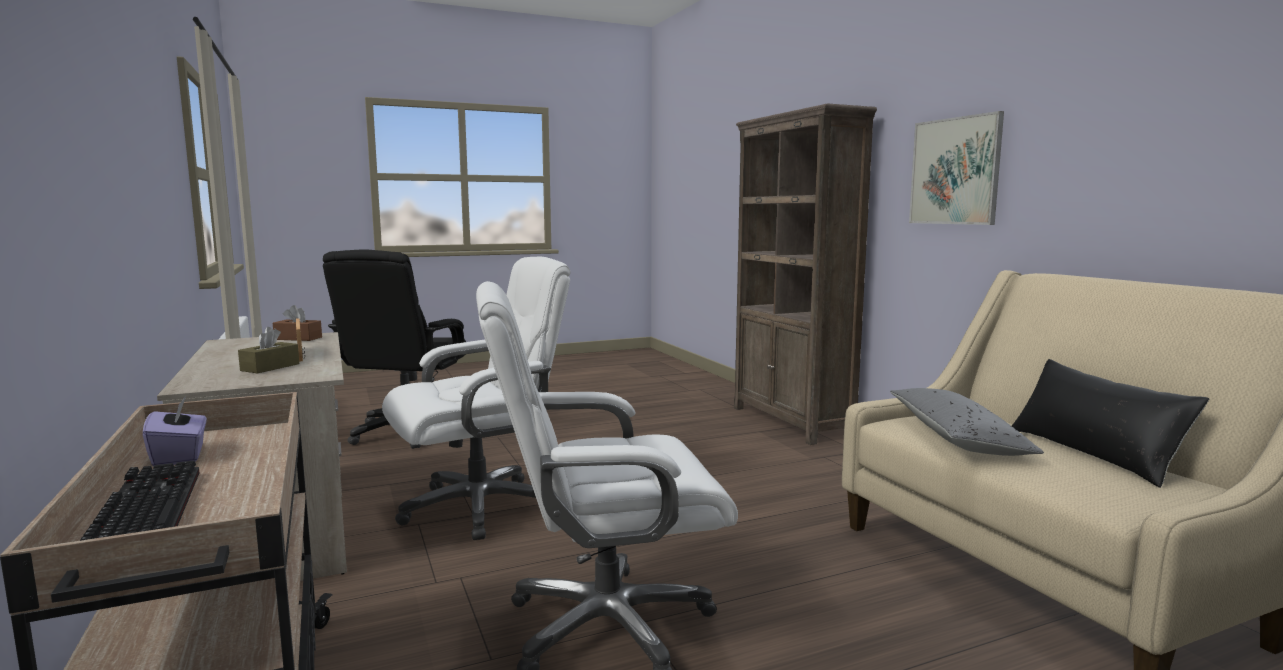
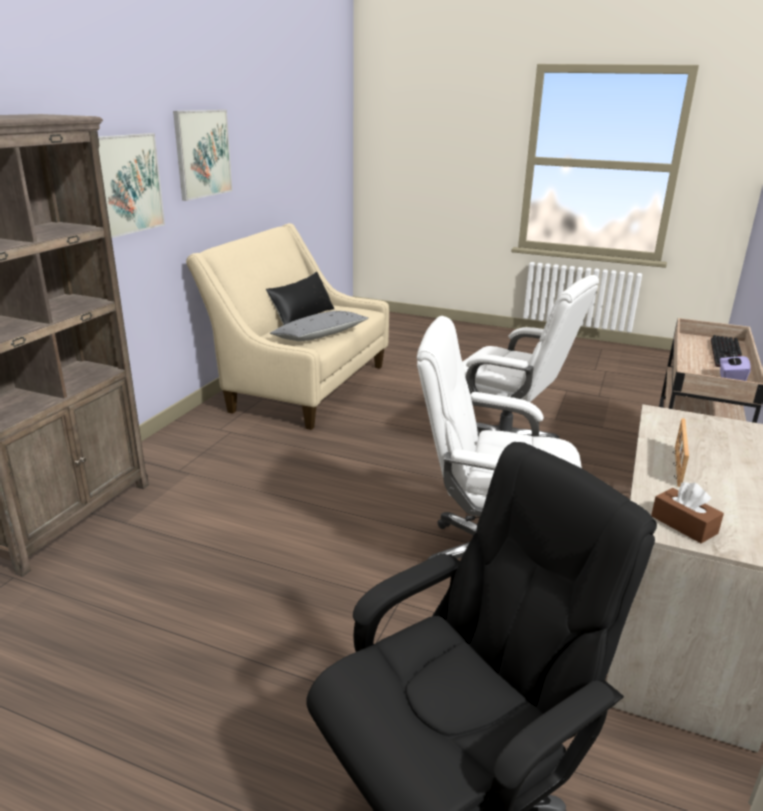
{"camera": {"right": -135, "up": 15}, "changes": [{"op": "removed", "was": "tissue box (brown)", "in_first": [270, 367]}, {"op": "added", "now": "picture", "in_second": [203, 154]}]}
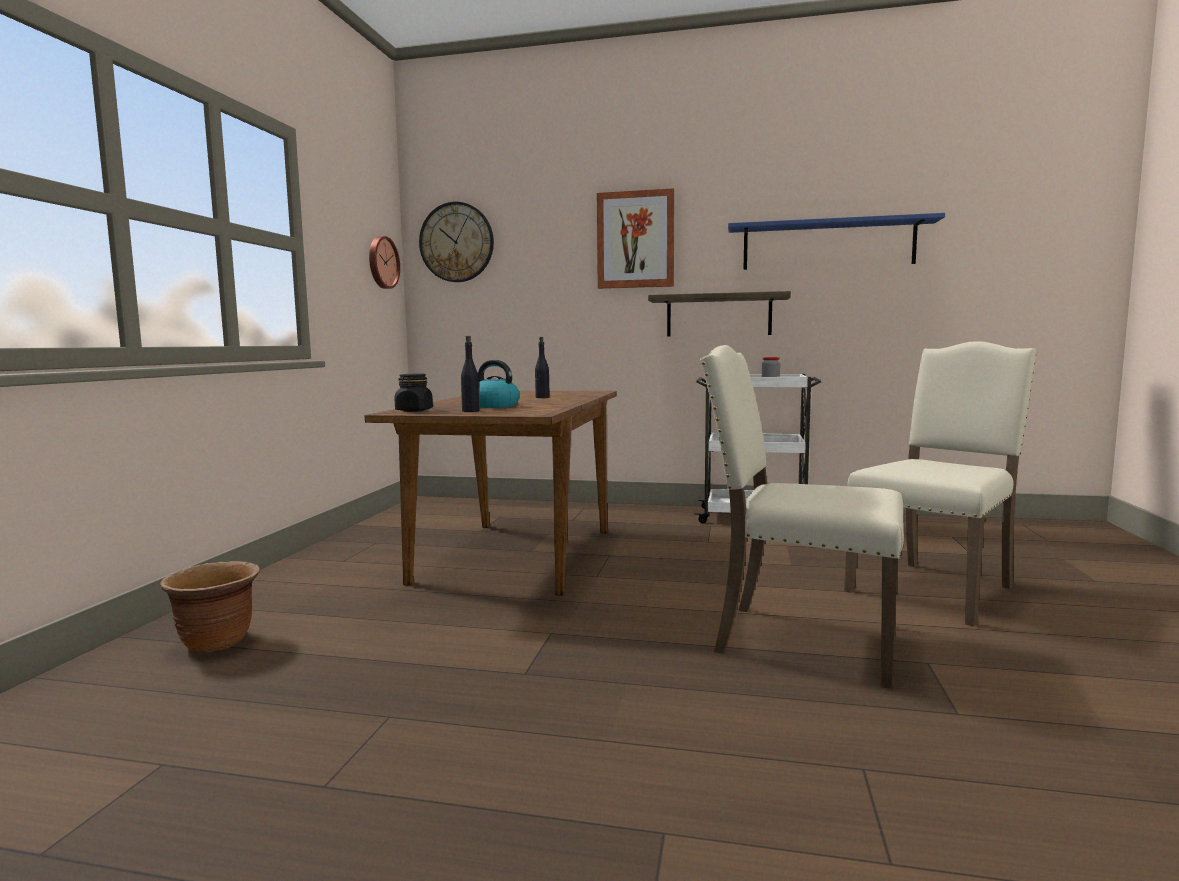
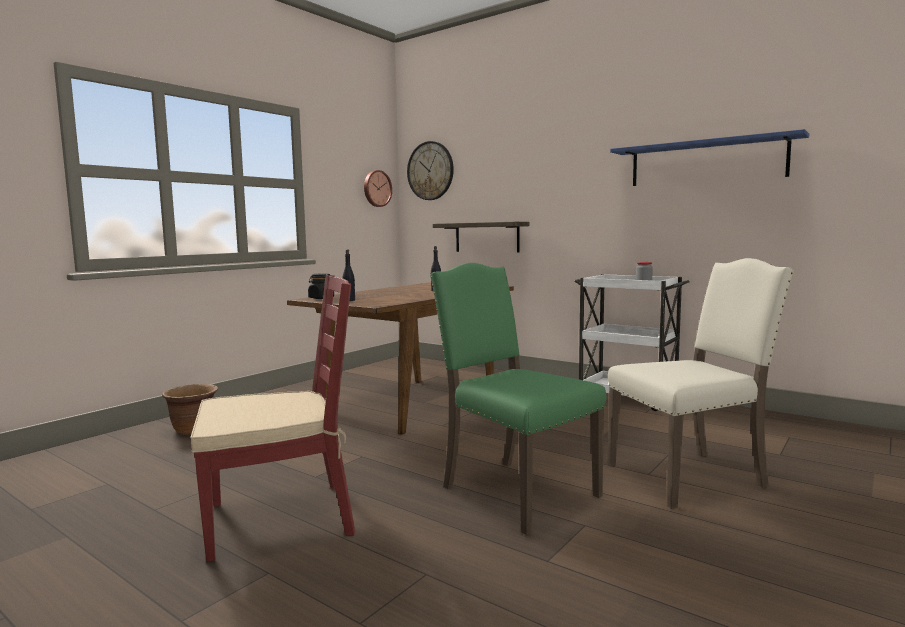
{"camera": {"right": 25, "up": 0}, "changes": [{"op": "removed", "was": "picture", "in_first": [635, 240]}, {"op": "moved", "was": "shelf", "in_first": [718, 315], "in_second": [487, 237]}, {"op": "recoloured", "was": "chair (beige)", "now": "chair (green)", "in_first": [801, 640], "in_second": [515, 491]}, {"op": "removed", "was": "kettle", "in_first": [494, 406]}, {"op": "added", "now": "chair (red)", "in_second": [282, 518]}]}
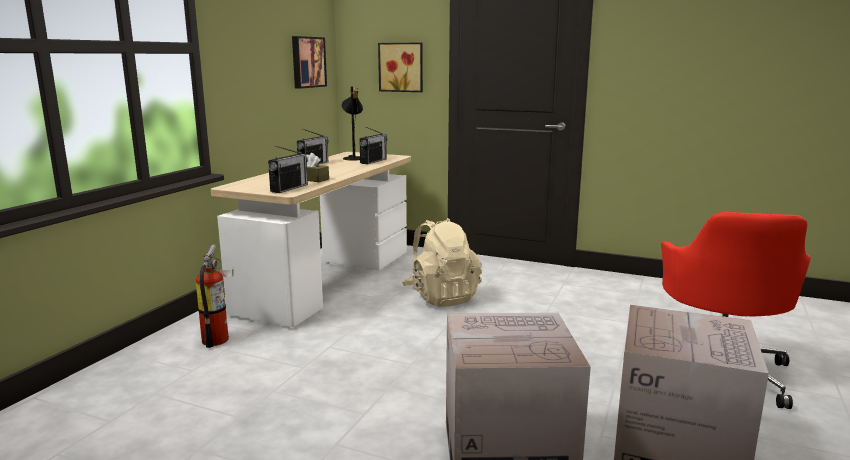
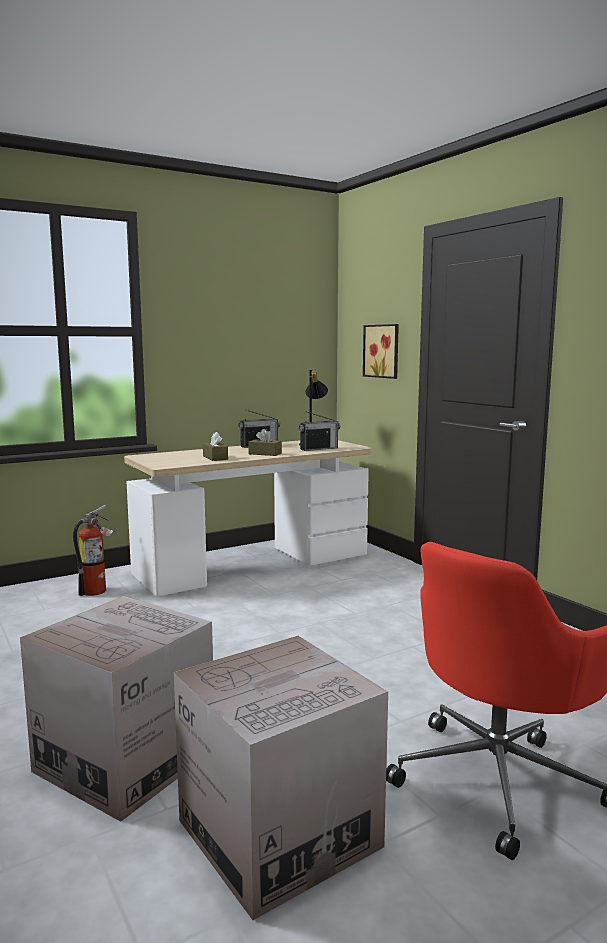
{"camera": {"right": 35, "up": -5}, "changes": [{"op": "removed", "was": "picture", "in_first": [307, 62]}, {"op": "removed", "was": "radio", "in_first": [289, 188]}, {"op": "removed", "was": "backpack (beige)", "in_first": [441, 297]}, {"op": "added", "now": "tissue box (brown)", "in_second": [265, 454]}]}
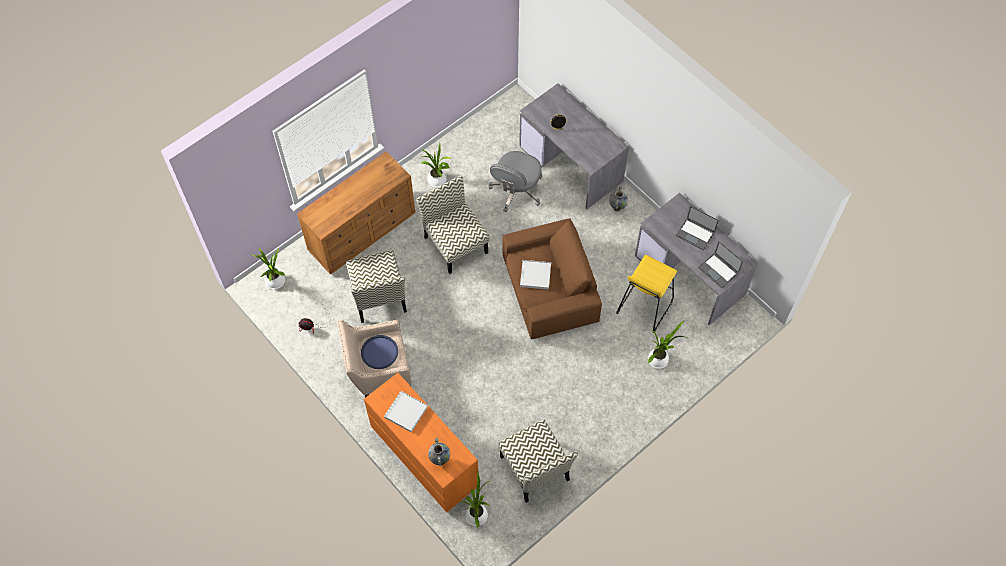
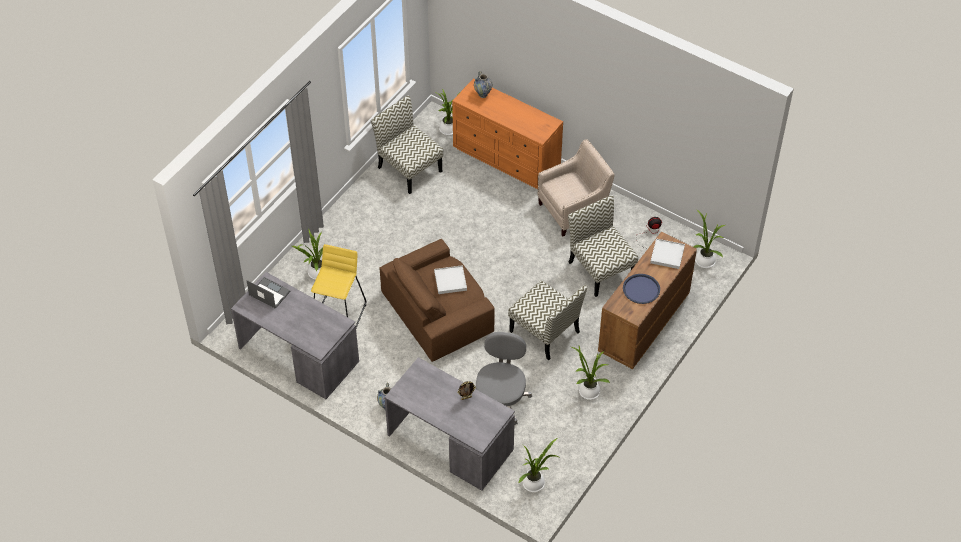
{"camera": {"right": 165, "up": -10}, "changes": [{"op": "removed", "was": "laptop", "in_first": [696, 234]}, {"op": "moved", "was": "tray (blue)", "in_first": [379, 352], "in_second": [641, 289]}, {"op": "moved", "was": "tray (white)", "in_first": [406, 412], "in_second": [667, 255]}, {"op": "added", "now": "potted plant", "in_second": [535, 483]}]}
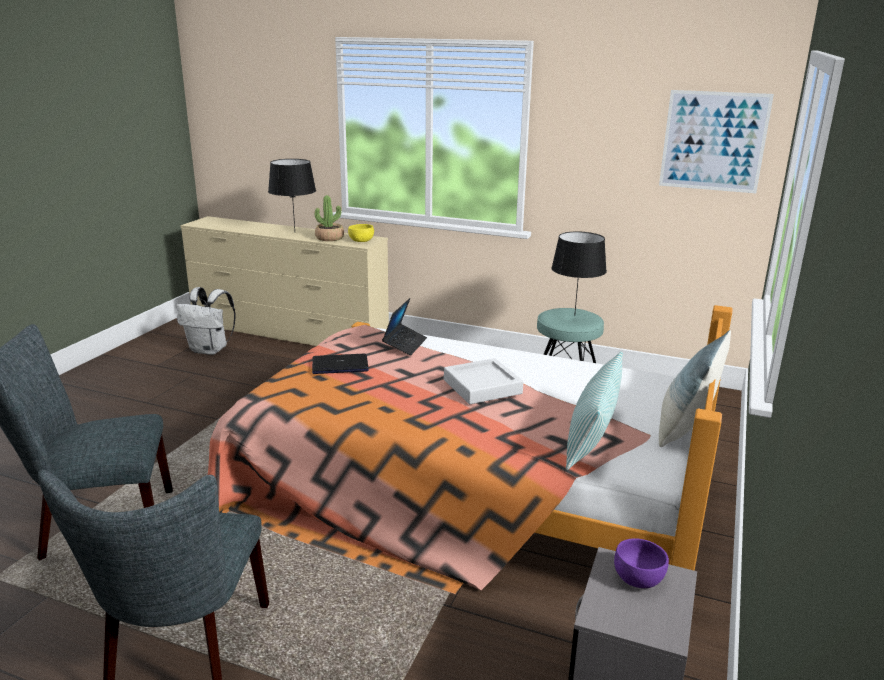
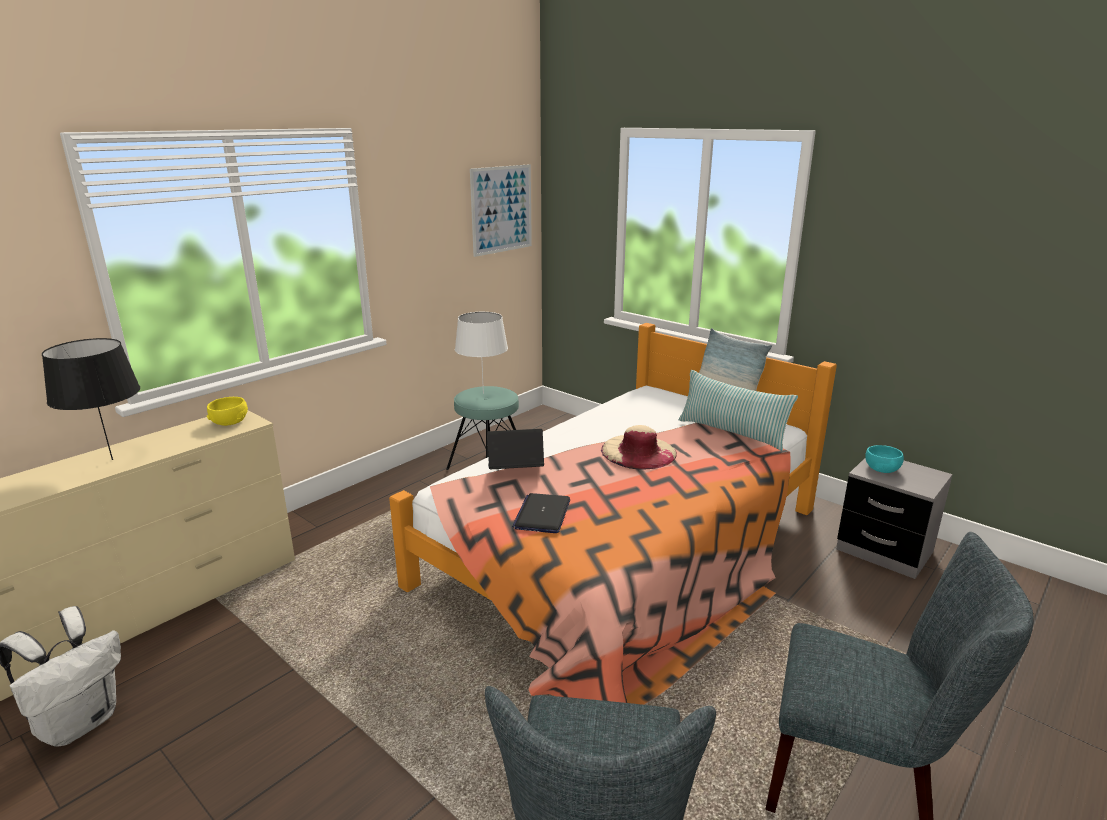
{"camera": {"right": -70, "up": 0}, "changes": [{"op": "removed", "was": "potted plant", "in_first": [329, 238]}, {"op": "recoloured", "was": "table lamp (black)", "now": "table lamp (white)", "in_first": [574, 315], "in_second": [483, 393]}, {"op": "turned", "was": "laptop", "in_first": [405, 344], "in_second": [515, 470], "clockwise": -45}, {"op": "replaced", "was": "tray (grey)", "now": "hat (beige)", "in_first": [482, 387], "in_second": [638, 451]}, {"op": "recoloured", "was": "bowl (purple)", "now": "bowl (turquoise)", "in_first": [638, 577], "in_second": [882, 468]}]}
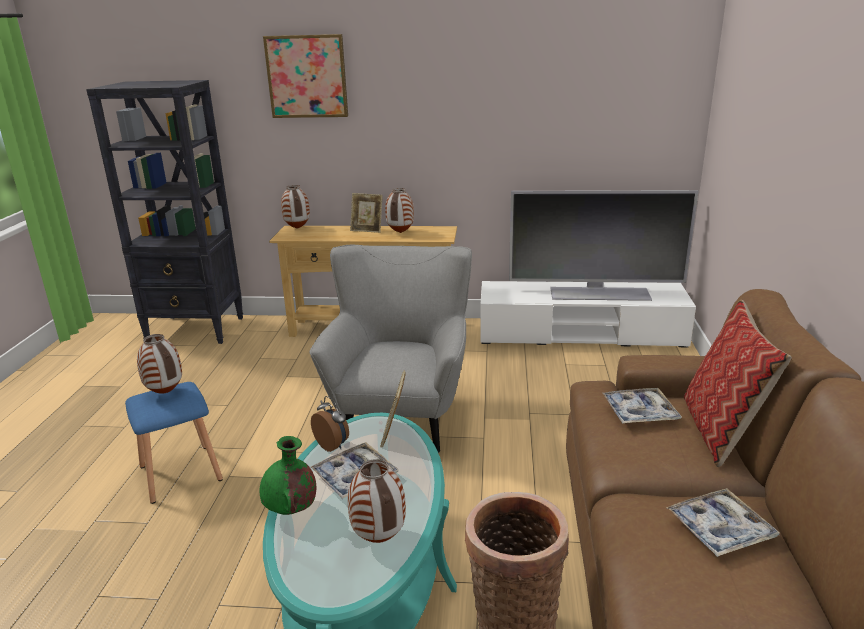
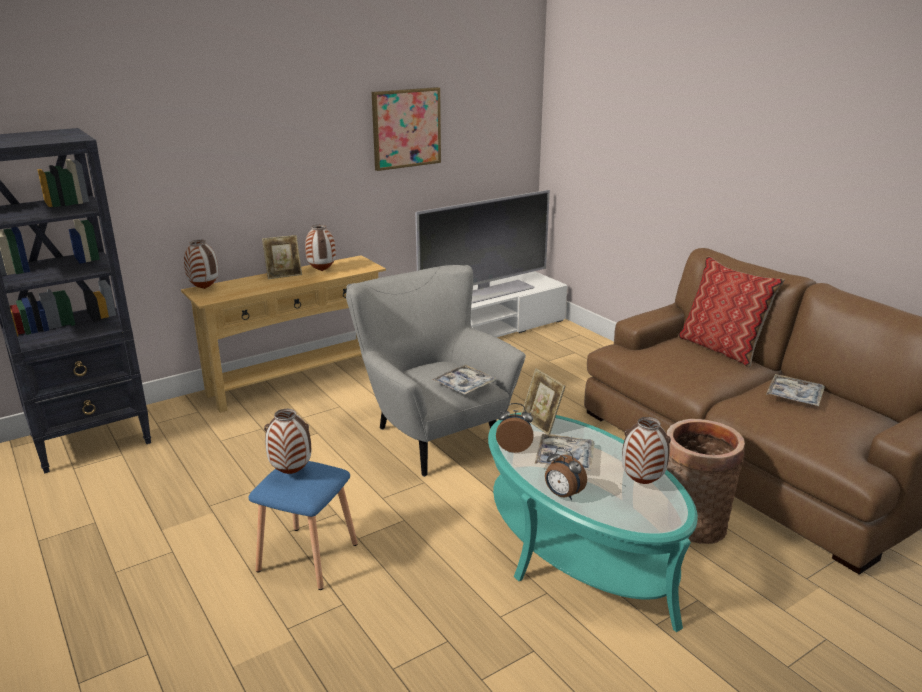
{"camera": {"right": -40, "up": 0}, "changes": [{"op": "moved", "was": "picture", "in_first": [307, 76], "in_second": [406, 128]}, {"op": "moved", "was": "tray", "in_first": [639, 412], "in_second": [464, 385]}, {"op": "replaced", "was": "vase (green)", "now": "alarm clock", "in_first": [291, 510], "in_second": [562, 495]}]}
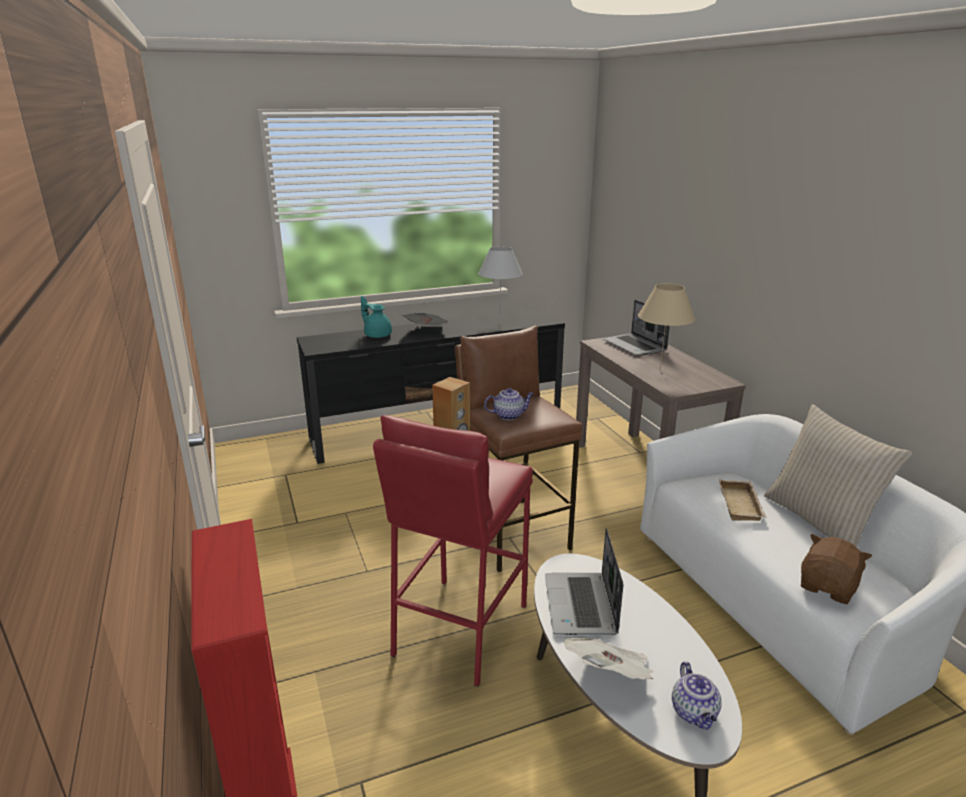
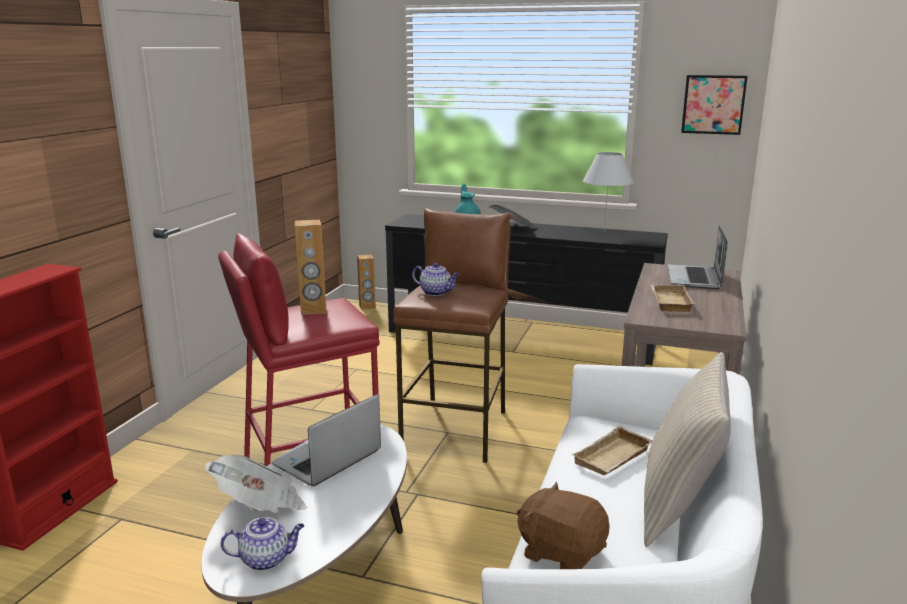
{"camera": {"right": 40, "up": -5}, "changes": [{"op": "replaced", "was": "table lamp (beige)", "now": "tray (beige)", "in_first": [659, 371], "in_second": [668, 302]}, {"op": "turned", "was": "plush toy (brown)", "in_first": [828, 587], "in_second": [561, 552], "clockwise": -135}, {"op": "turned", "was": "teapot", "in_first": [695, 713], "in_second": [266, 559], "clockwise": -135}, {"op": "added", "now": "picture", "in_second": [713, 104]}, {"op": "added", "now": "speaker (brown)", "in_second": [367, 307]}]}
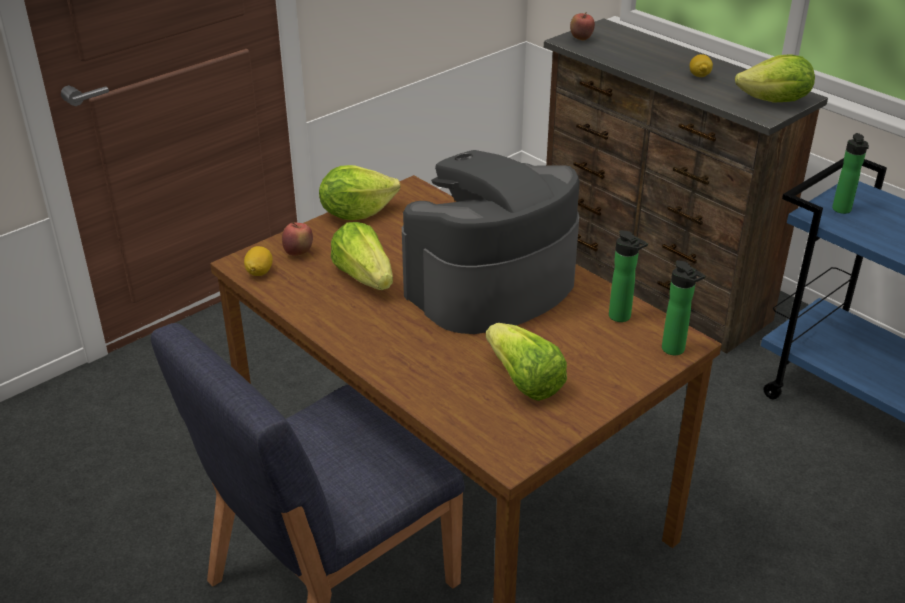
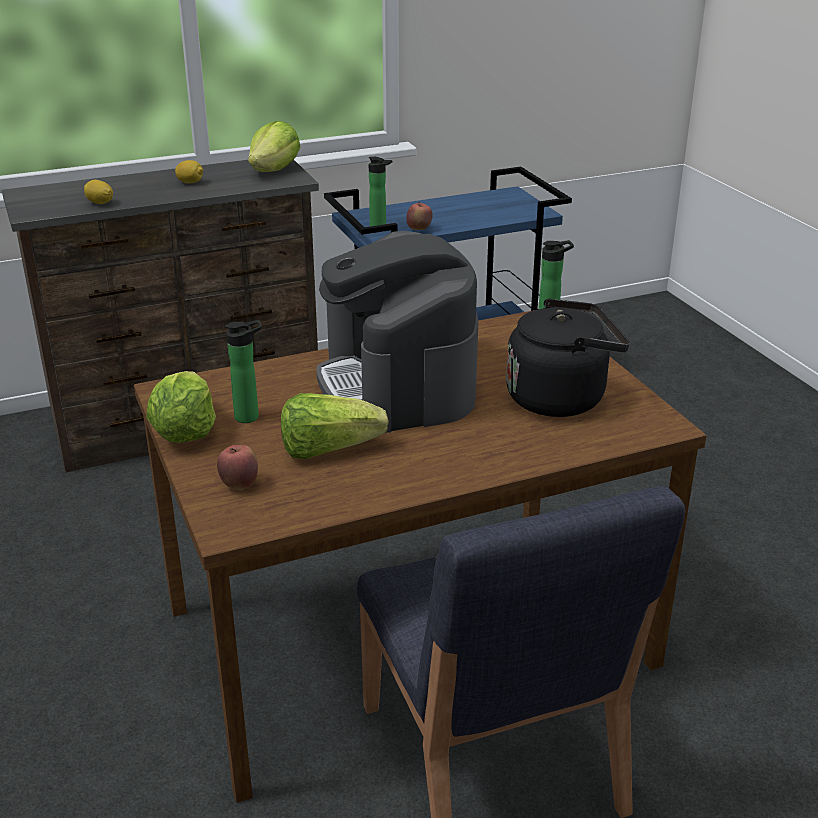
{"camera": {"right": -70, "up": -5}, "changes": [{"op": "moved", "was": "apple", "in_first": [581, 39], "in_second": [419, 229]}, {"op": "moved", "was": "bottle", "in_first": [622, 317], "in_second": [250, 416]}, {"op": "moved", "was": "lemon", "in_first": [259, 272], "in_second": [100, 203]}, {"op": "replaced", "was": "lettuce", "now": "kettle (black)", "in_first": [523, 381], "in_second": [561, 398]}]}
